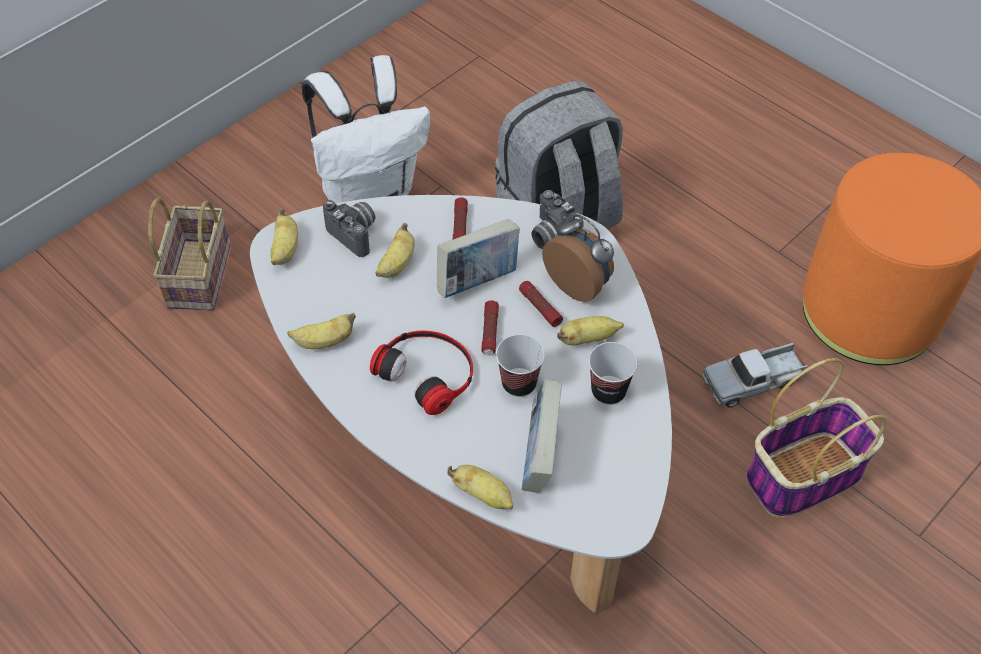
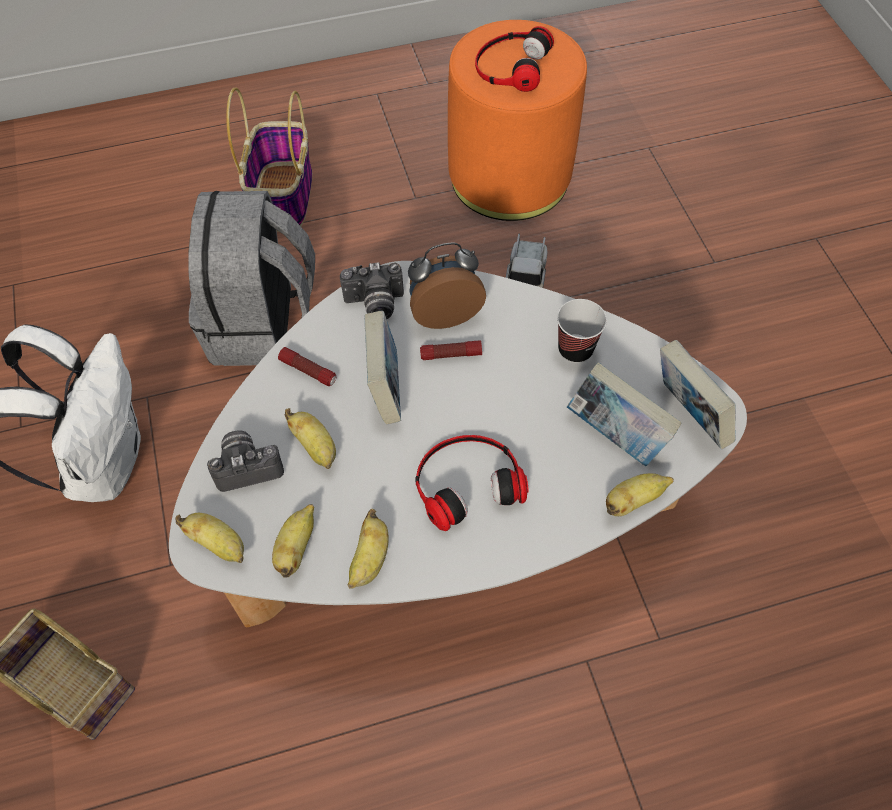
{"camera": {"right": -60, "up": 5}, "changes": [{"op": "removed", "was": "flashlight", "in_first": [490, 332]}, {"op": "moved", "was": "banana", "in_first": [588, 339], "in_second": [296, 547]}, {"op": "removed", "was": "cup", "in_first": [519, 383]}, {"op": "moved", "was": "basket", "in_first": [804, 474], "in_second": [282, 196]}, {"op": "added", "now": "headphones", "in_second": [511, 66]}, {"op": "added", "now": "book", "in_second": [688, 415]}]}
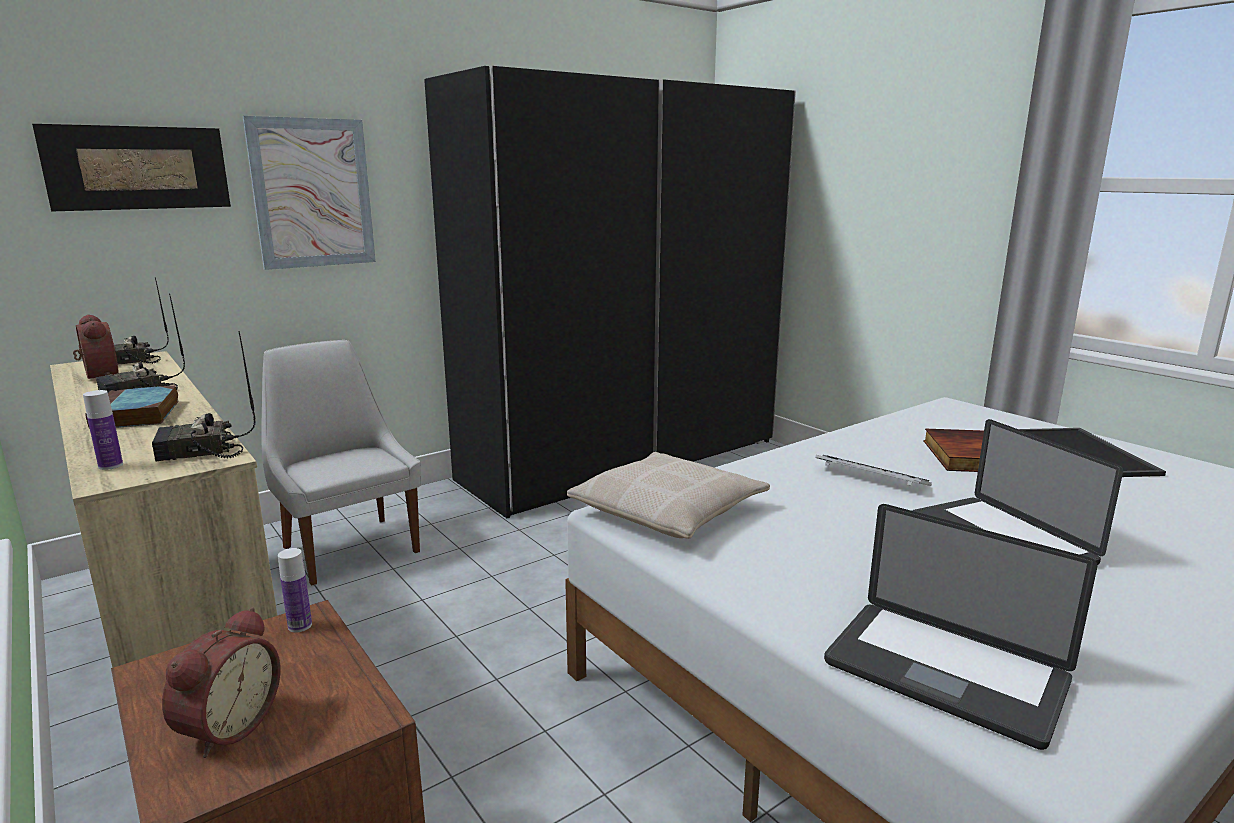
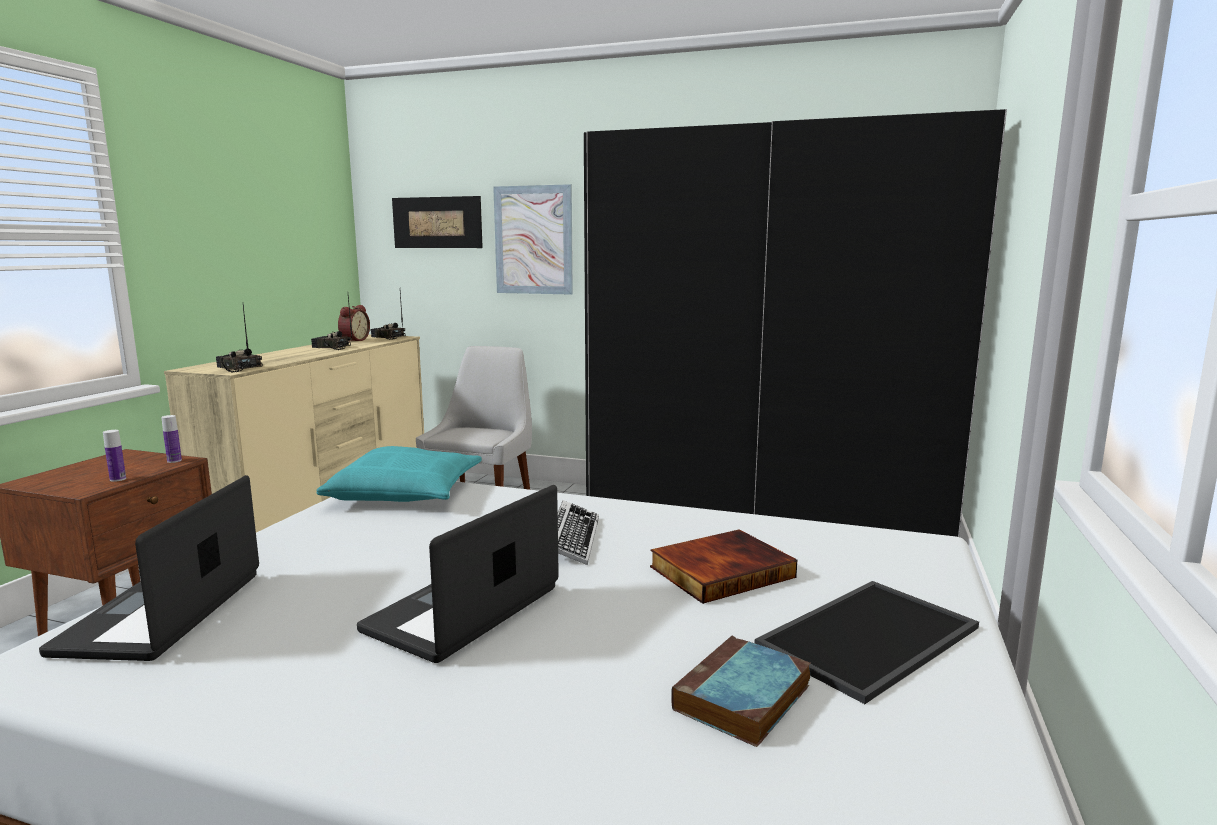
{"camera": {"right": 55, "up": -5}, "changes": [{"op": "moved", "was": "book", "in_first": [137, 415], "in_second": [742, 699]}, {"op": "moved", "was": "bottle", "in_first": [110, 465], "in_second": [118, 479]}, {"op": "recoloured", "was": "pillow (beige)", "now": "pillow (turquoise)", "in_first": [669, 511], "in_second": [406, 492]}, {"op": "removed", "was": "alarm clock", "in_first": [226, 726]}]}
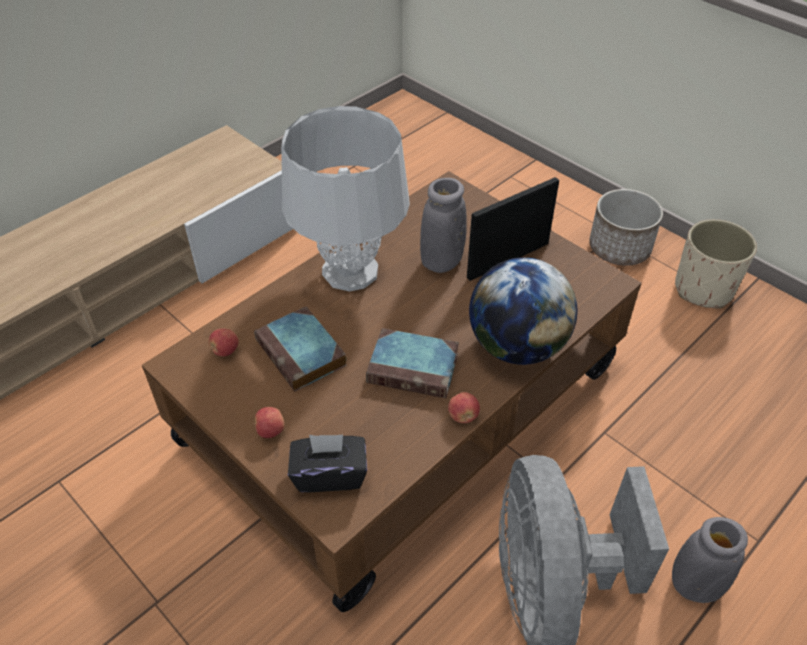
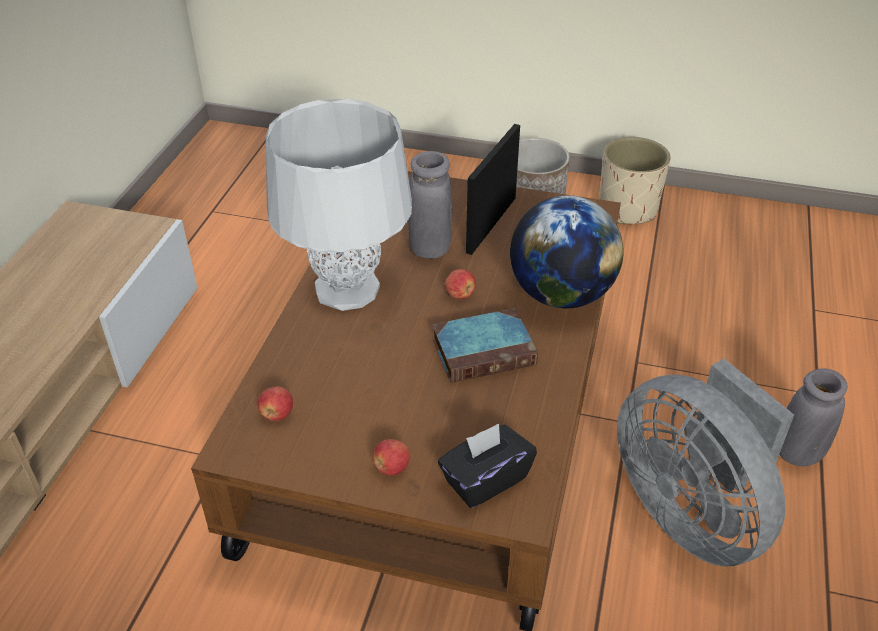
{"camera": {"right": -30, "up": -5}, "changes": [{"op": "removed", "was": "book", "in_first": [302, 354]}, {"op": "moved", "was": "apple", "in_first": [463, 416], "in_second": [460, 294]}]}
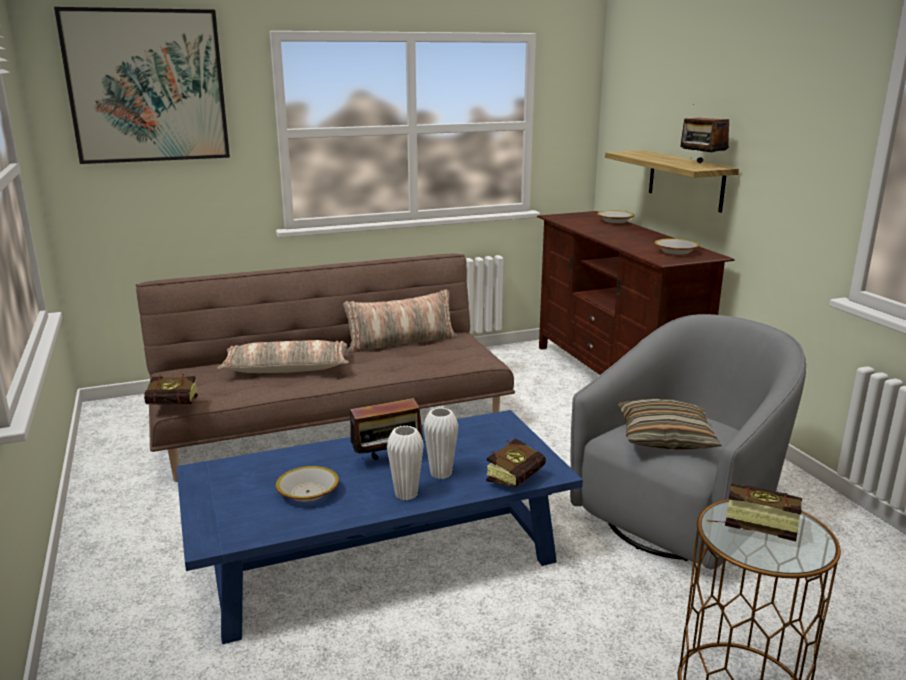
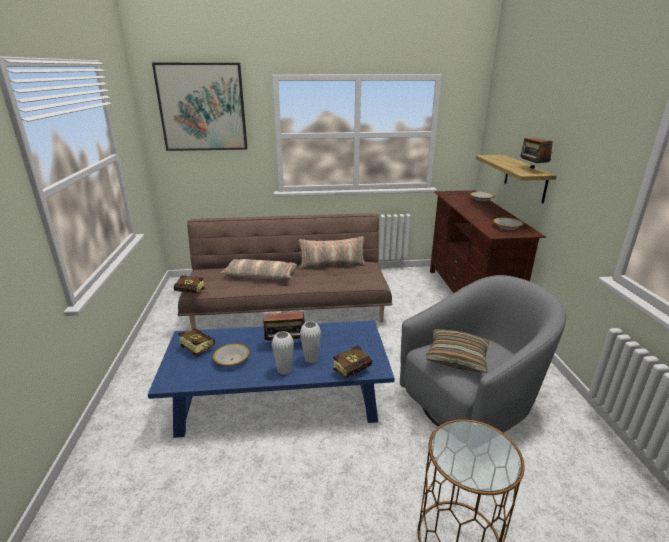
{"camera": {"right": 15, "up": 5}, "changes": [{"op": "moved", "was": "book", "in_first": [751, 525], "in_second": [195, 347]}]}
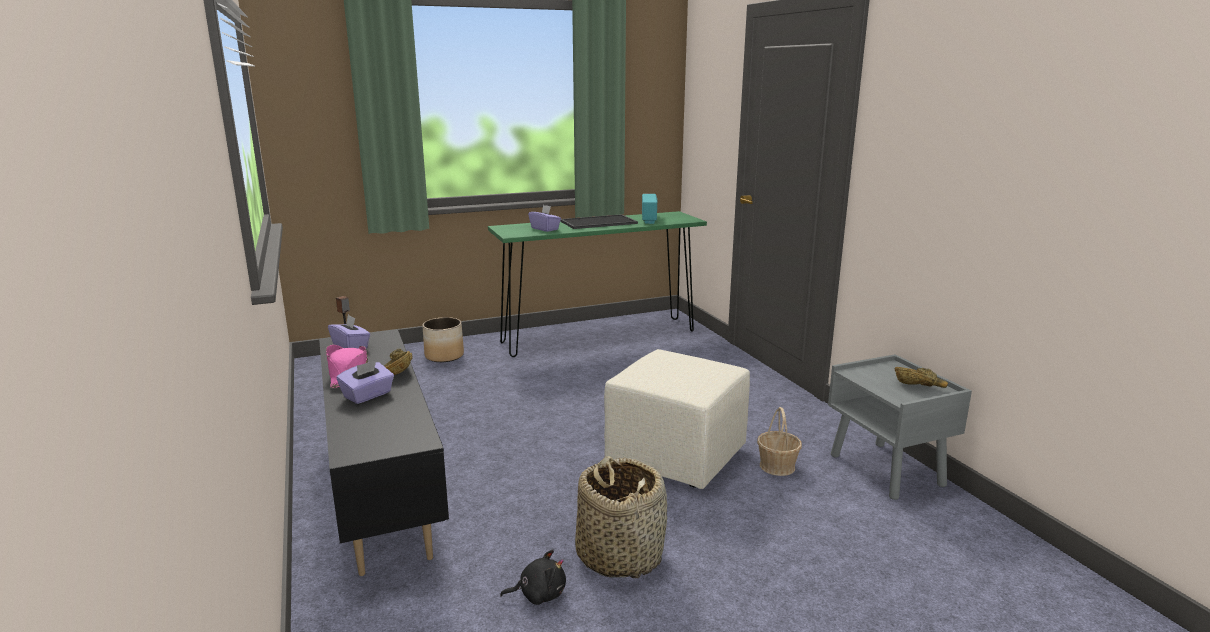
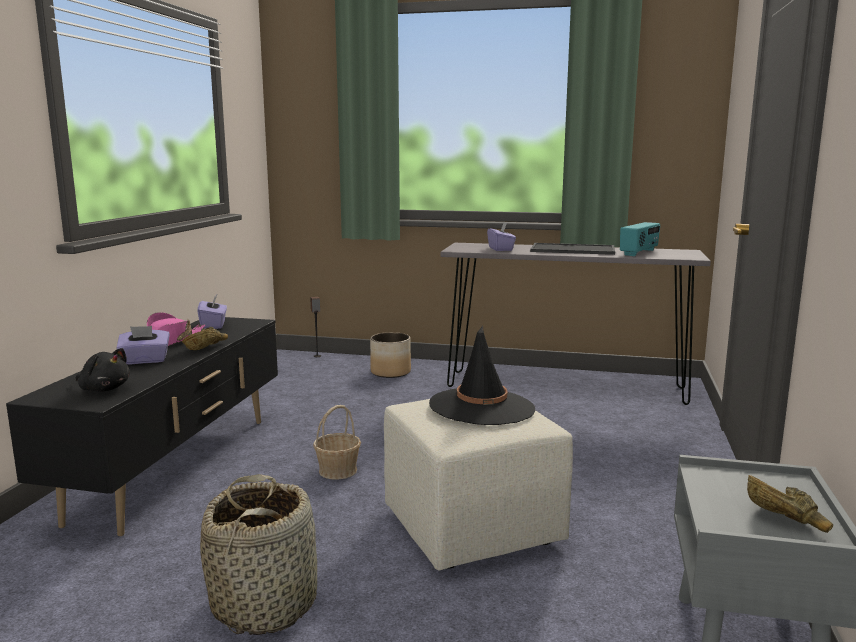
{"camera": {"right": 35, "up": -5}, "changes": [{"op": "recoloured", "was": "console table (green)", "now": "console table (grey)", "in_first": [599, 337], "in_second": [564, 387]}, {"op": "moved", "was": "basket", "in_first": [777, 466], "in_second": [338, 470]}, {"op": "moved", "was": "plush toy (black)", "in_first": [539, 594], "in_second": [104, 389]}, {"op": "added", "now": "hat (black)", "in_second": [481, 407]}]}
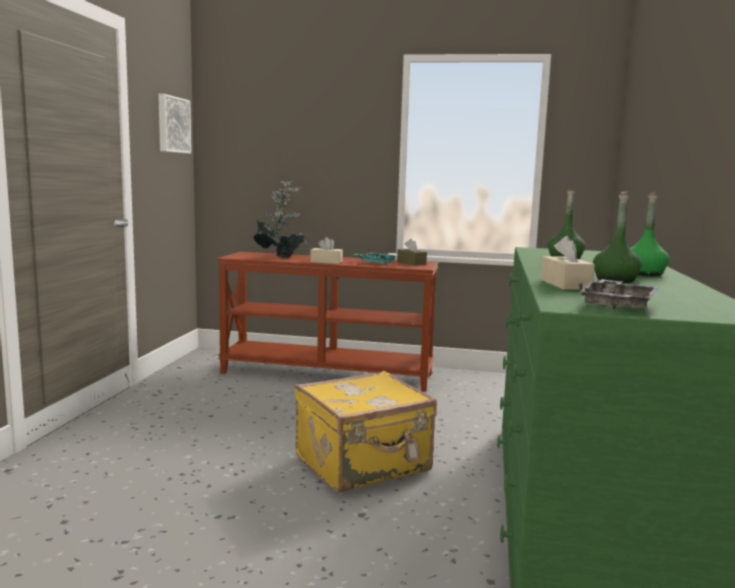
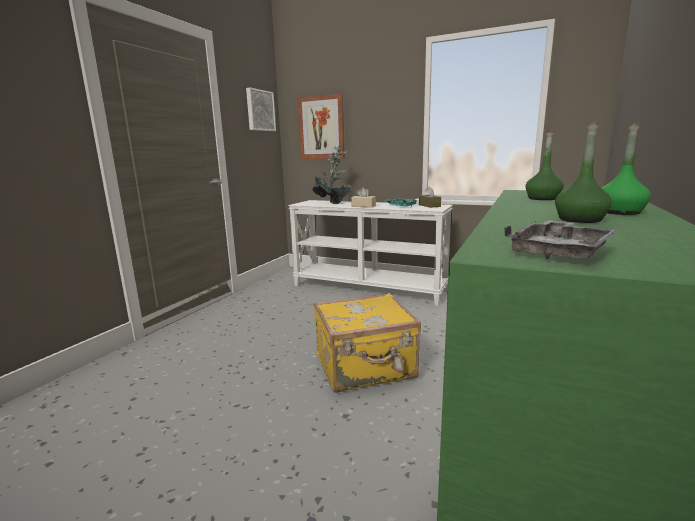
{"camera": {"right": 15, "up": 5}, "changes": [{"op": "removed", "was": "tissue box (beige)", "in_first": [565, 284]}, {"op": "recoloured", "was": "console table (brown)", "now": "console table (white)", "in_first": [328, 373], "in_second": [369, 288]}, {"op": "added", "now": "picture", "in_second": [322, 127]}]}
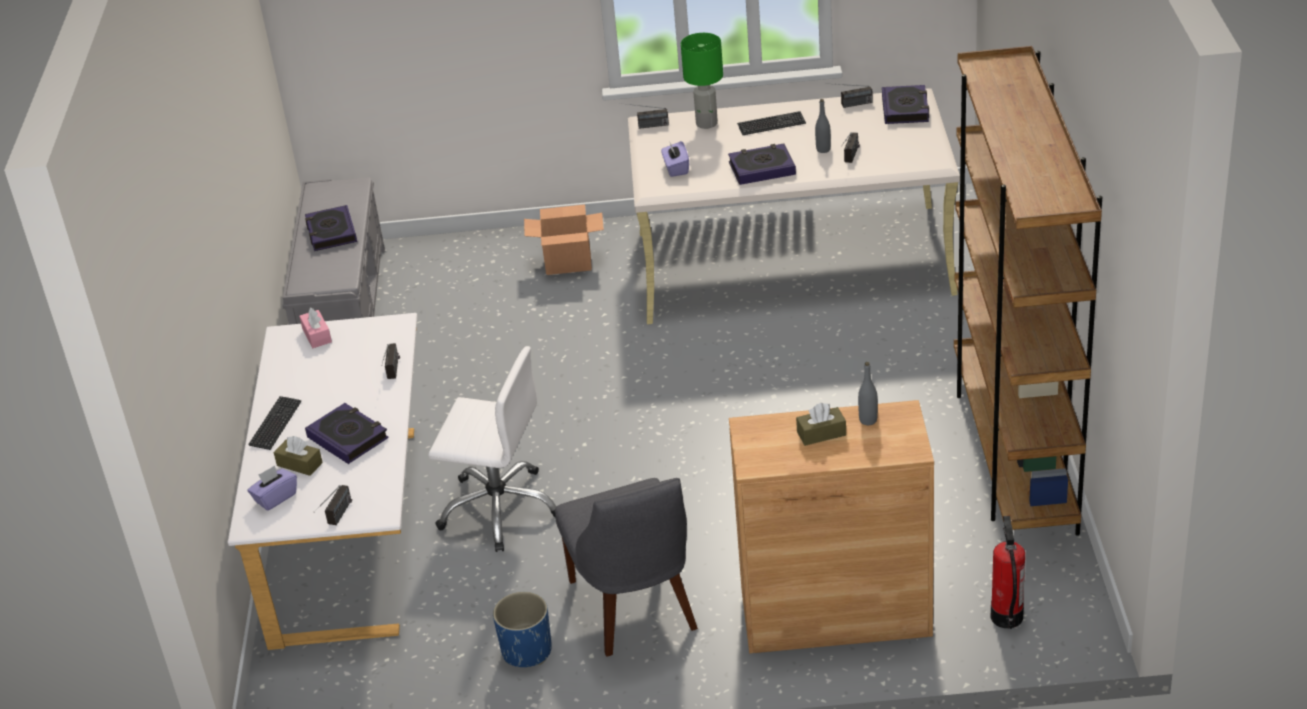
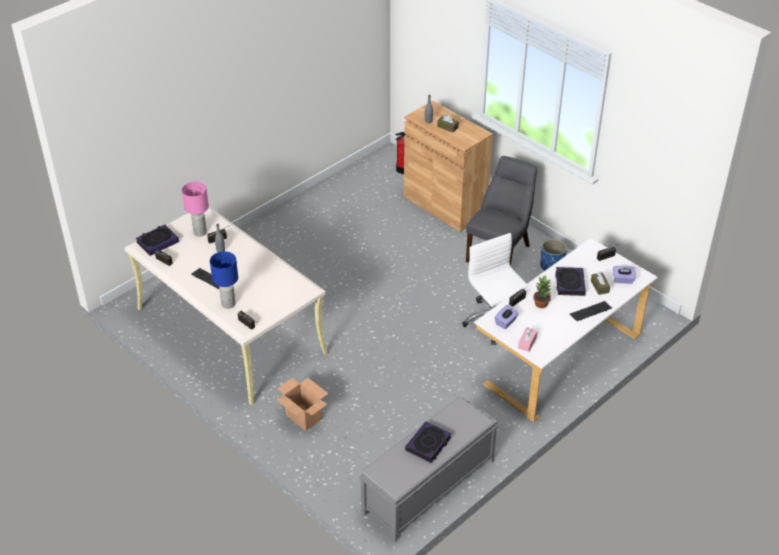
{"camera": {"right": -135, "up": 5}, "changes": [{"op": "recoloured", "was": "table lamp (green)", "now": "table lamp (blue)", "in_first": [707, 123], "in_second": [228, 304]}, {"op": "removed", "was": "bookcase (brown)", "in_first": [1013, 453]}, {"op": "moved", "was": "tissue box (purple)", "in_first": [676, 168], "in_second": [506, 322]}, {"op": "removed", "was": "book", "in_first": [762, 168]}, {"op": "added", "now": "table lamp (pink)", "in_second": [200, 232]}, {"op": "added", "now": "potted plant", "in_second": [541, 304]}]}
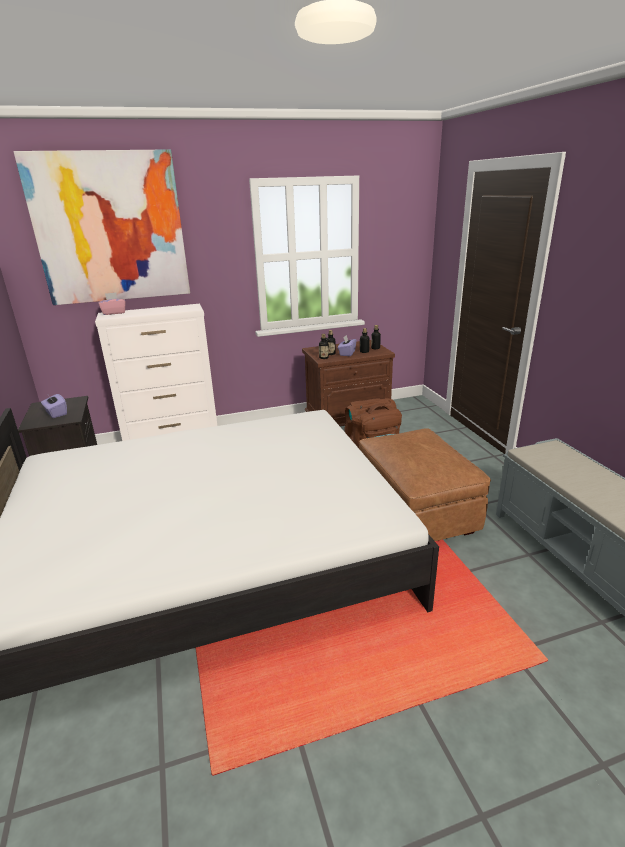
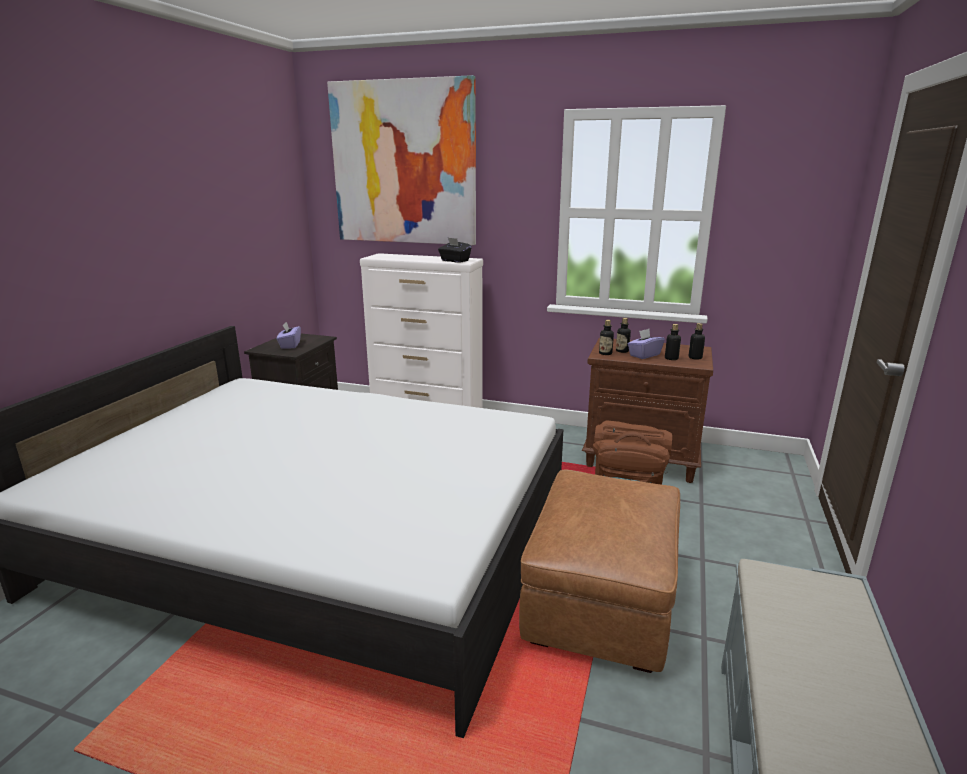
{"camera": {"right": 35, "up": -5}, "changes": [{"op": "removed", "was": "tissue box (pink)", "in_first": [114, 313]}, {"op": "added", "now": "tissue box (black)", "in_second": [454, 261]}]}
